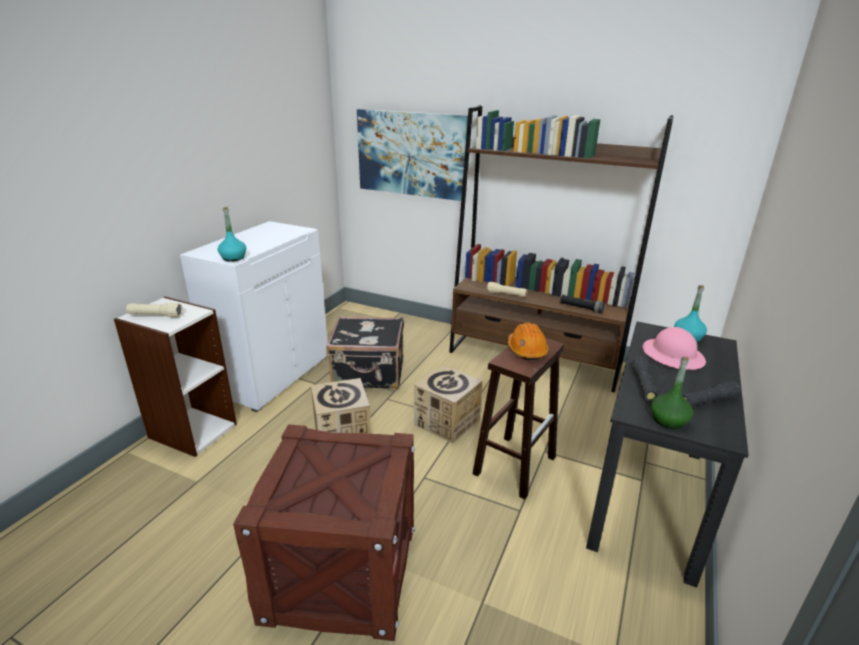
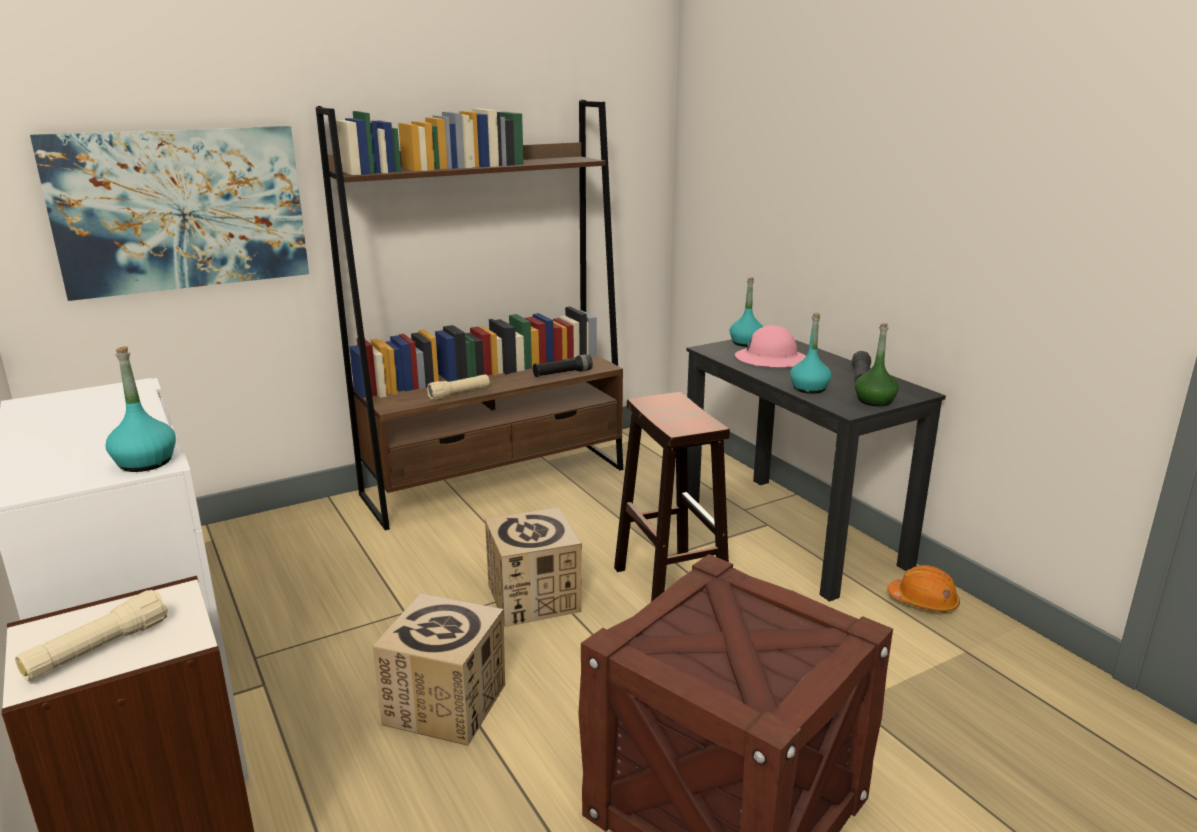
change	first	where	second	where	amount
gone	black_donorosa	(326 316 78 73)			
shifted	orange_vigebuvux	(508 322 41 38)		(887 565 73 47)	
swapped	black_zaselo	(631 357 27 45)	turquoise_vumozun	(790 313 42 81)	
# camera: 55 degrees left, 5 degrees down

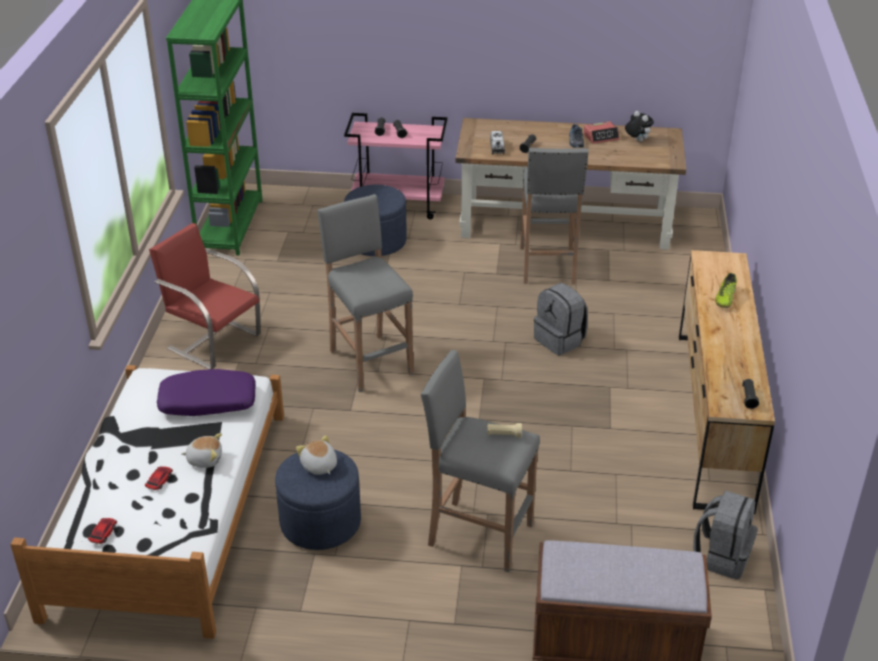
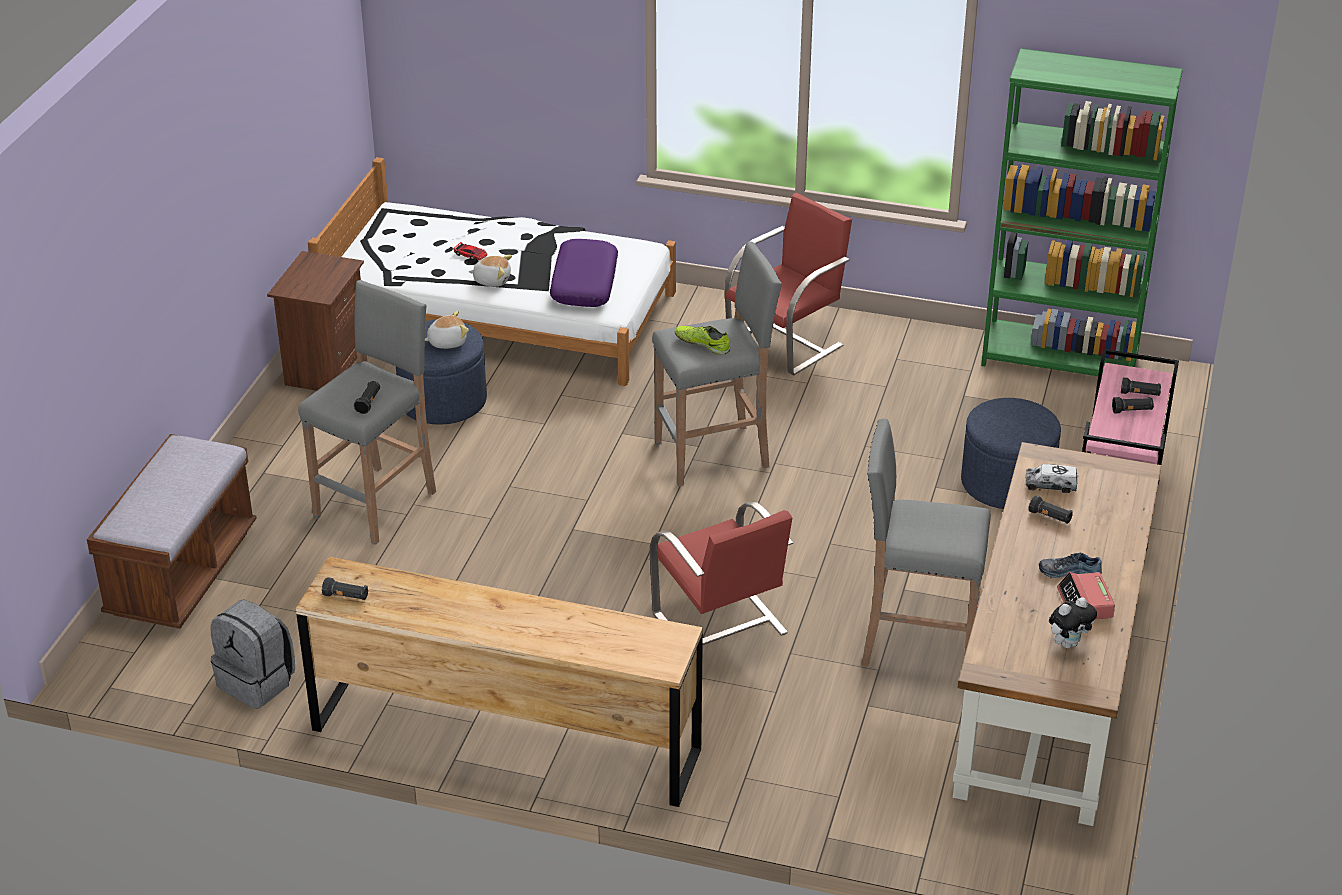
change	first	where	second	where	amount
gone	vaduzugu	(88 518 29 26)			
new			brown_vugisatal	(267 251 97 140)	
shifted	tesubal	(715 273 22 35)		(675 326 55 29)	
swapped	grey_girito	(534 283 54 72)	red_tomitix	(650 501 143 144)	
repainted	beige_zaselo	(487 423 35 15)	black_zaselo	(354 381 26 33)	
rotated	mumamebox	(181 433 41 35)		(469 255 43 32)	90 degrees counterclockwise
# camera: 100 degrees right, 0 degrees up

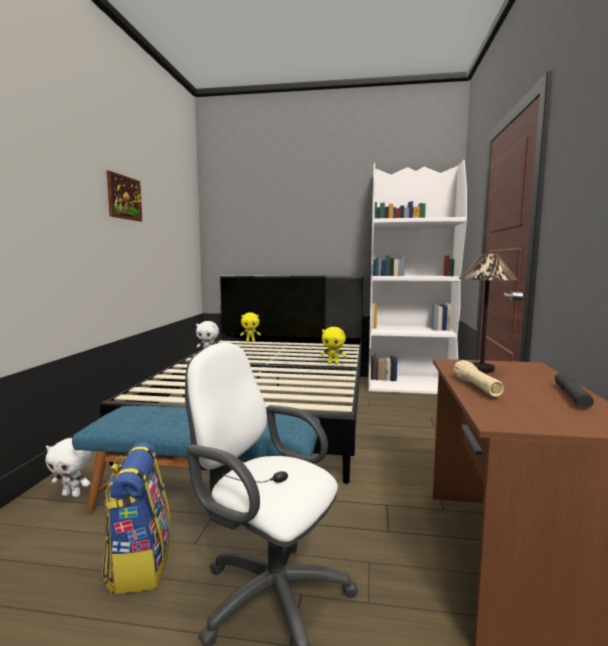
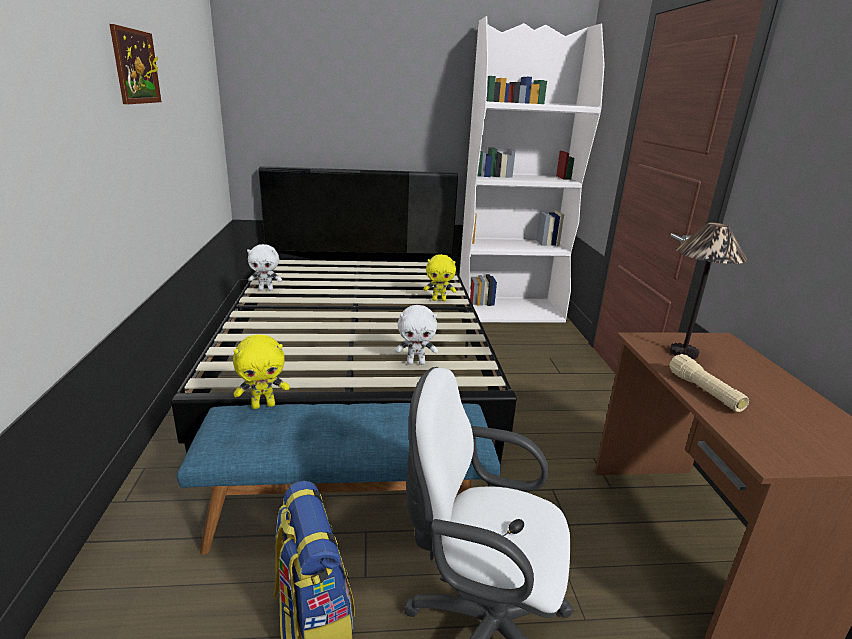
change	first	where	second	where	amount
gone	grey_zaselo	(555 371 39 38)			
shifted	white_mumamebox	(45 438 46 60)		(395 305 43 60)	
shifted	yellow_mumamebox	(240 312 21 30)		(233 334 57 75)	
# camera: 15 degrees left, 15 degrees up

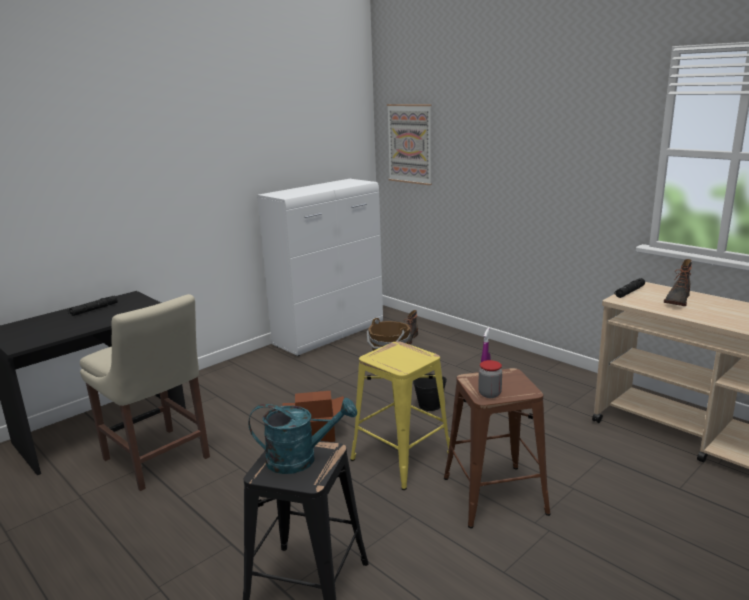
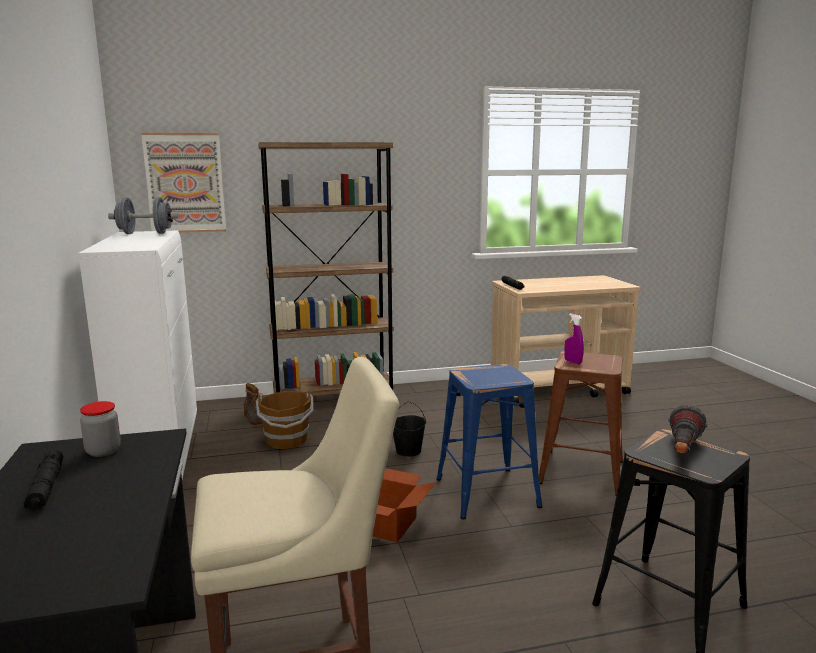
change	first	where	second	where	amount
gone	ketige	(664 259 28 47)			
new			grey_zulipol	(108 197 71 37)	
new			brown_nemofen	(258 142 136 254)	
shifted	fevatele	(478 360 24 38)		(80 401 41 56)	
swapped	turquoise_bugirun	(248 398 109 76)	zaselo	(668 405 39 48)	
repainted	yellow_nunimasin	(350 341 100 149)	blue_nunimasin	(437 364 105 156)	
# camera: 60 degrees left, 5 degrees down

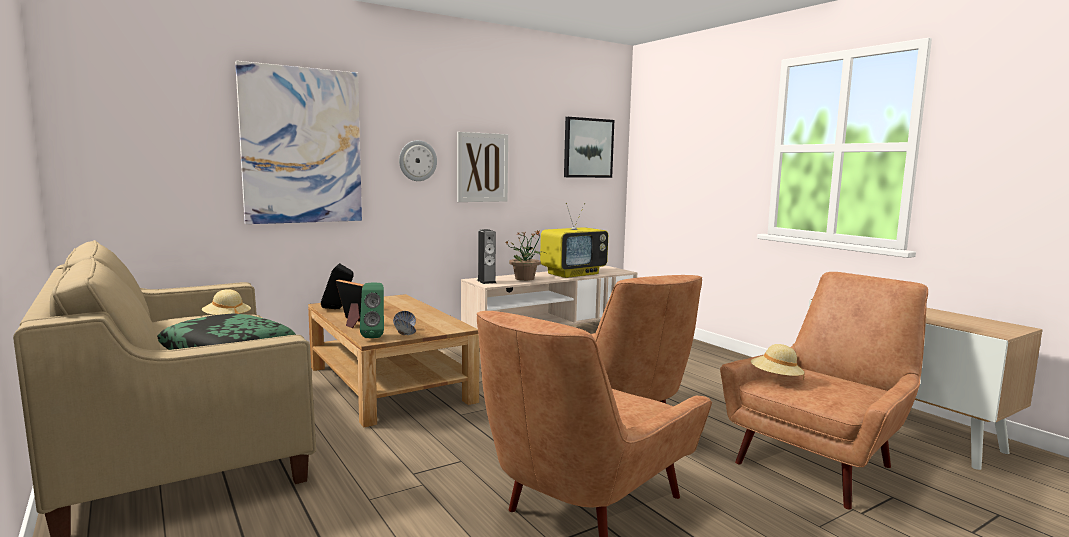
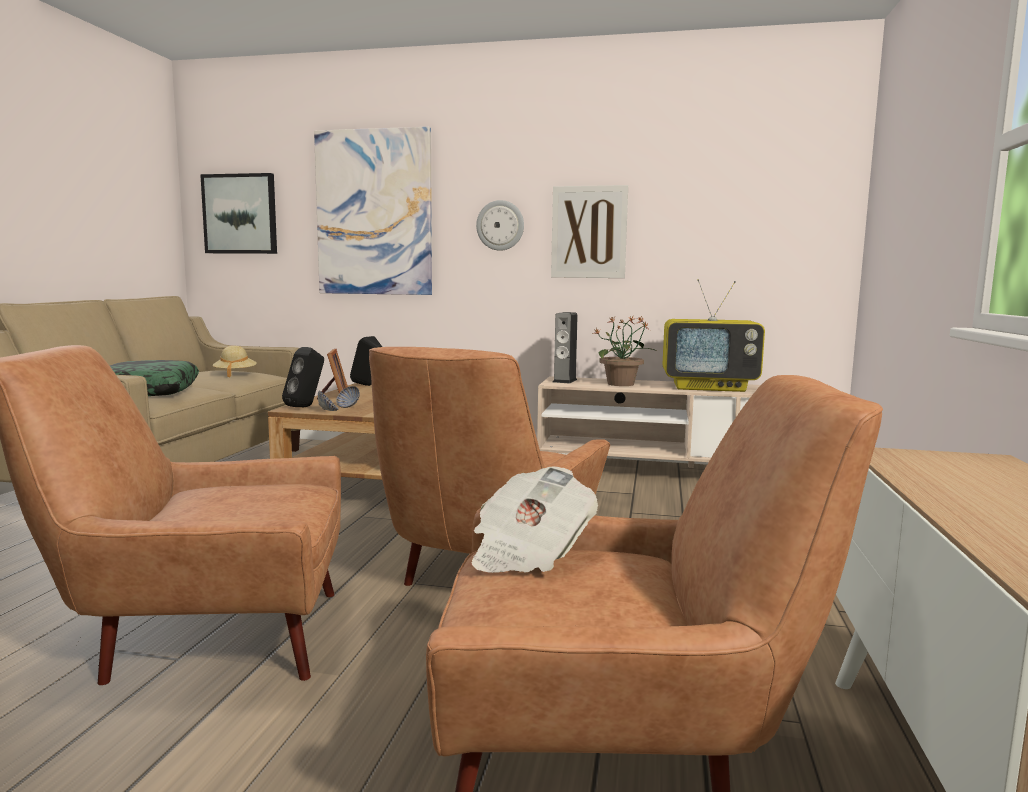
change	first	where	second	where	amount
shifted	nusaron	(564 117 50 61)		(200 173 77 81)	
swapped	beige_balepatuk	(751 344 54 38)	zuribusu	(471 466 127 107)	
repainted	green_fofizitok	(360 283 24 55)	black_fofizitok	(282 347 42 60)	
# camera: 45 degrees right, 0 degrees up

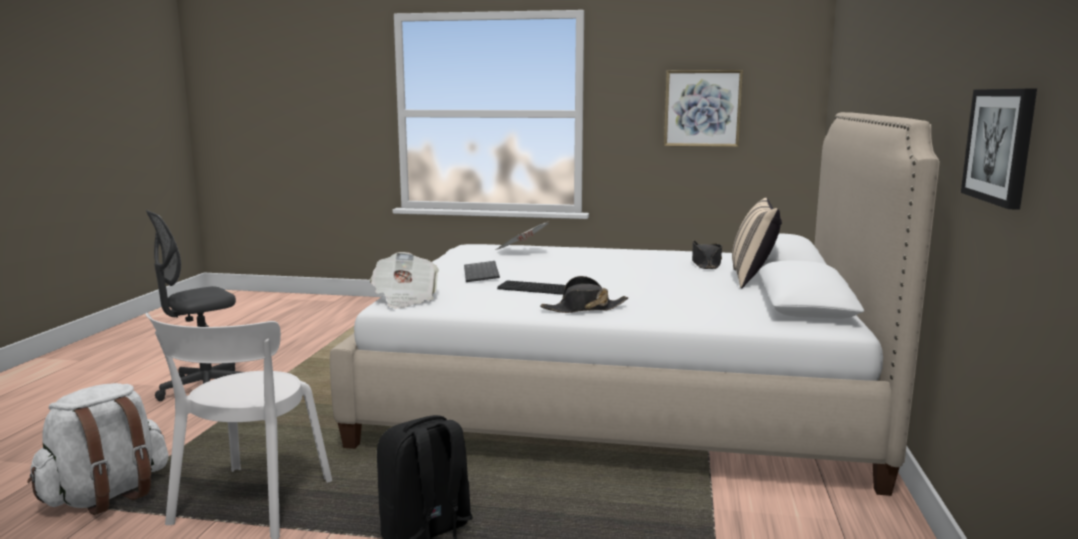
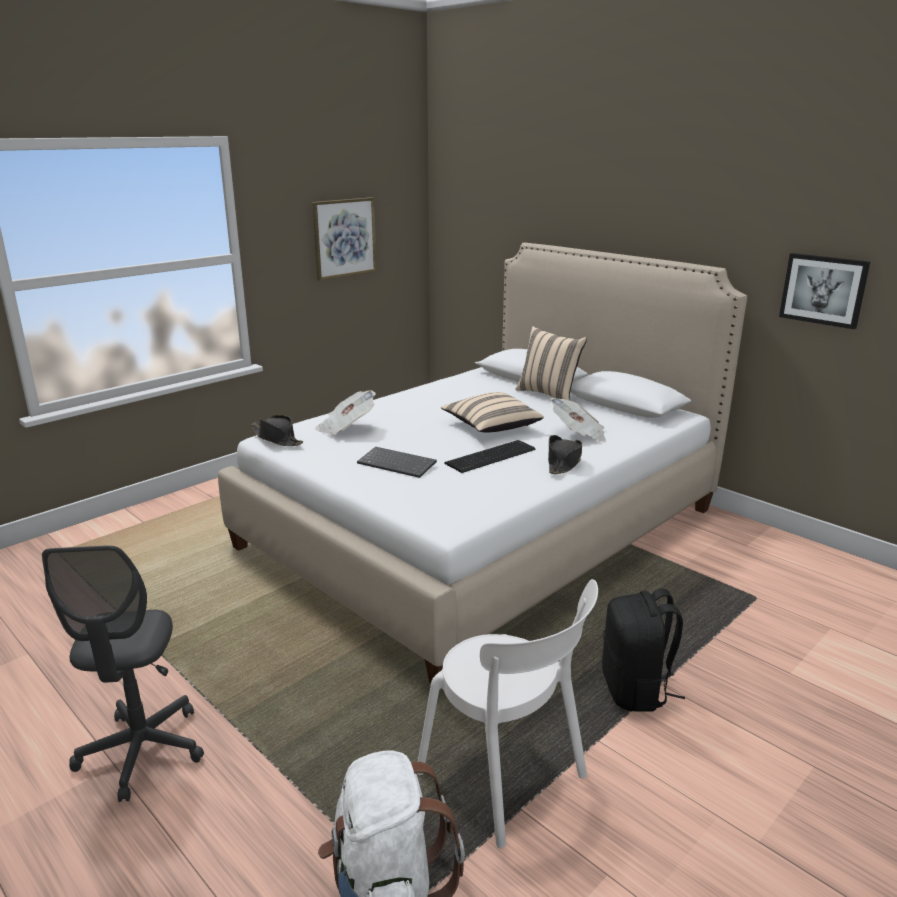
change	first	where	second	where	amount
new			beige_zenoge	(441 392 103 40)	
shifted	zuribusu	(370 252 69 57)		(550 398 56 44)	
shifted	black_balepatuk	(692 240 30 29)		(250 415 53 31)	
# camera: 55 degrees left, 10 degrees up

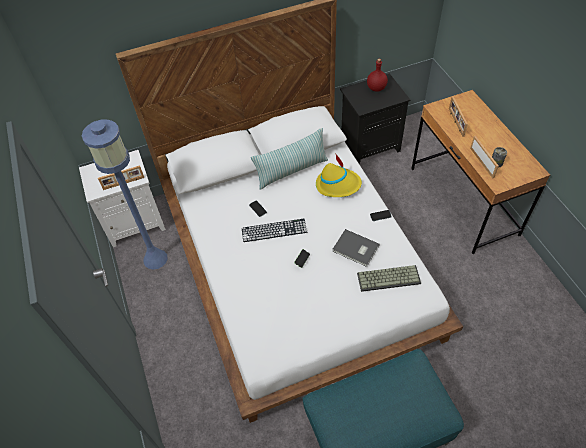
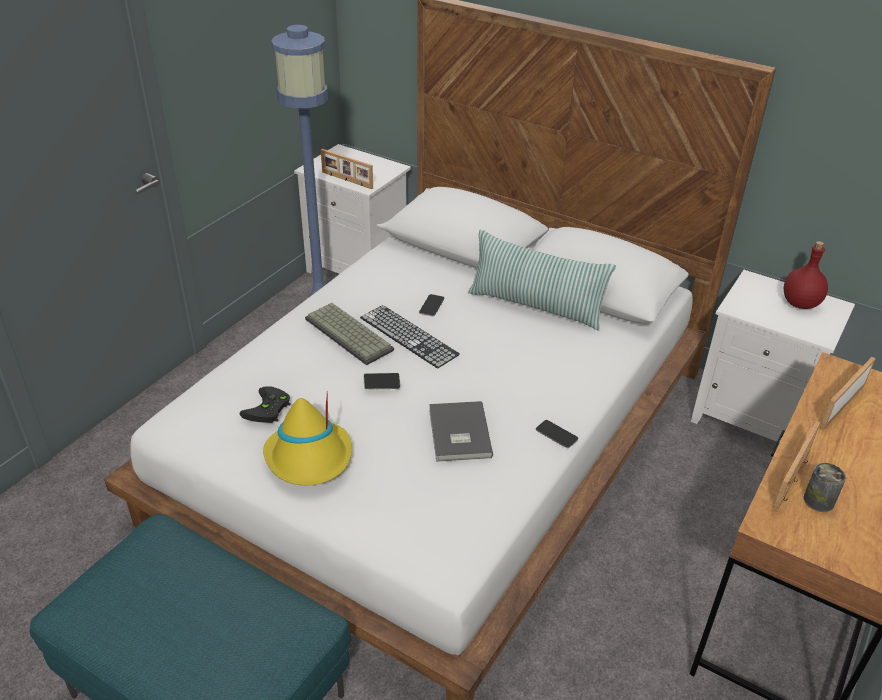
change	first	where	second	where	amount
new			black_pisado	(240 386 51 37)	
shifted	yellow_balepatuk	(316 153 46 44)		(263 391 89 95)	
shifted	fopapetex	(357 265 64 27)		(305 303 89 62)	
repainted	black_vugisatal	(340 74 70 90)	white_vugisatal	(691 270 164 173)	
# camera: 50 degrees right, 15 degrees down

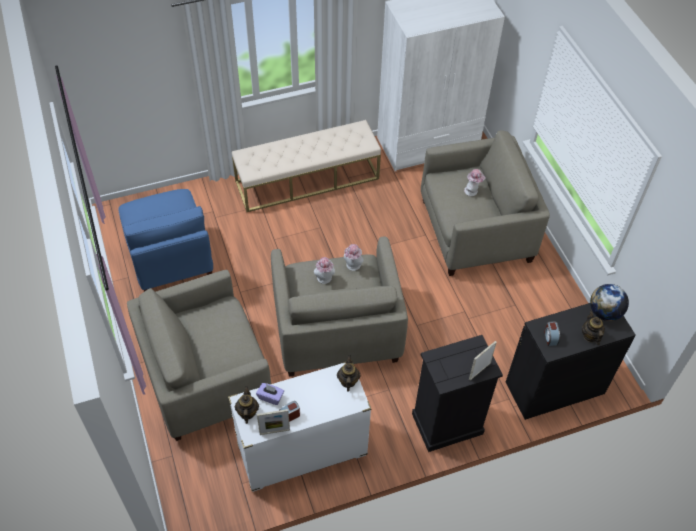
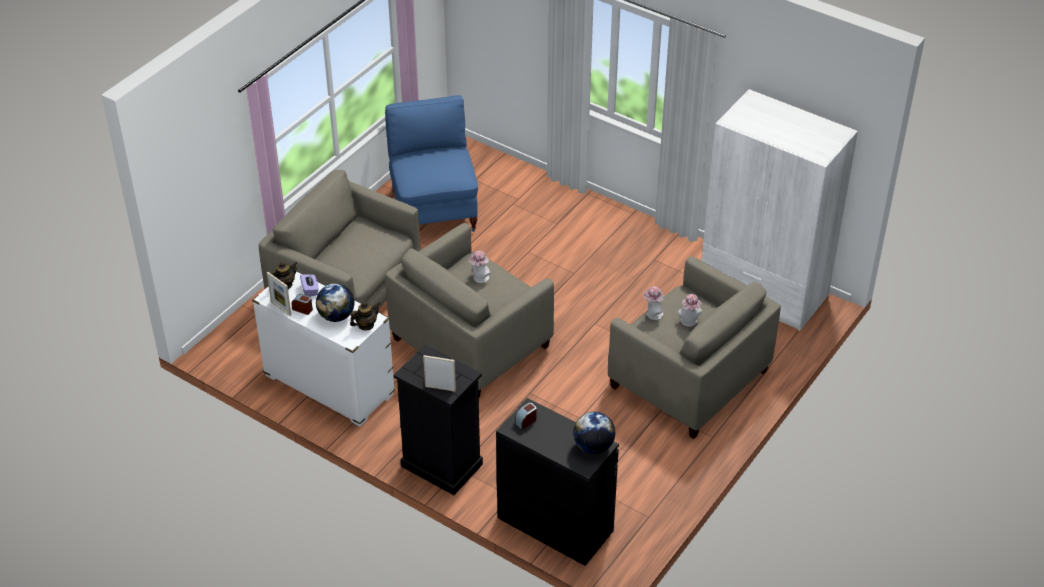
change	first	where	second	where	amount
gone	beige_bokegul	(232 120 149 92)			
gone	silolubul	(582 310 23 35)			
new			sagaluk	(316 283 39 39)	
shifted	balepatuk	(344 244 20 27)		(643 286 21 34)	
rotated	blue_tomitix	(118 189 95 103)		(385 95 93 137)	135 degrees clockwise
# camera: 55 degrees right, 10 degrees down

